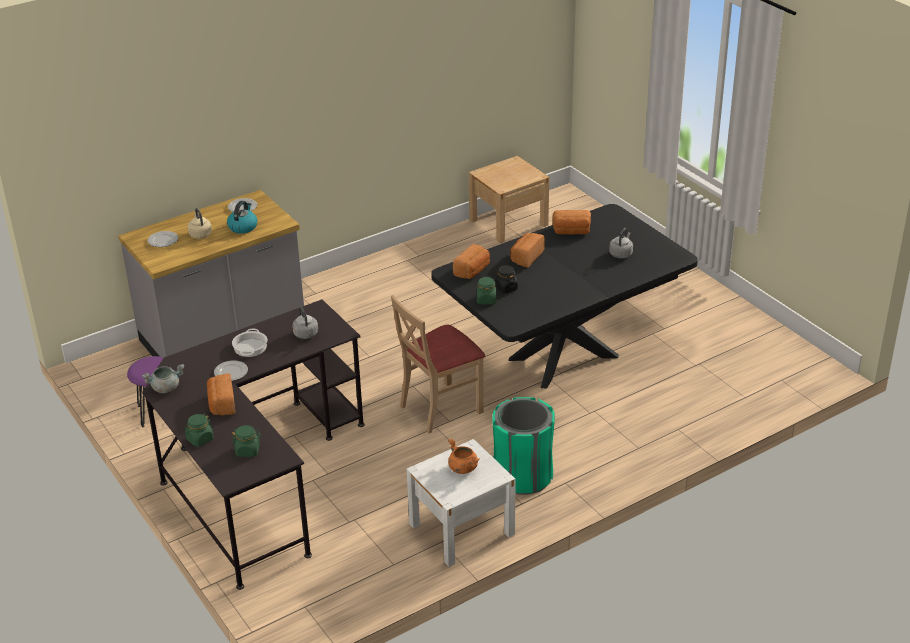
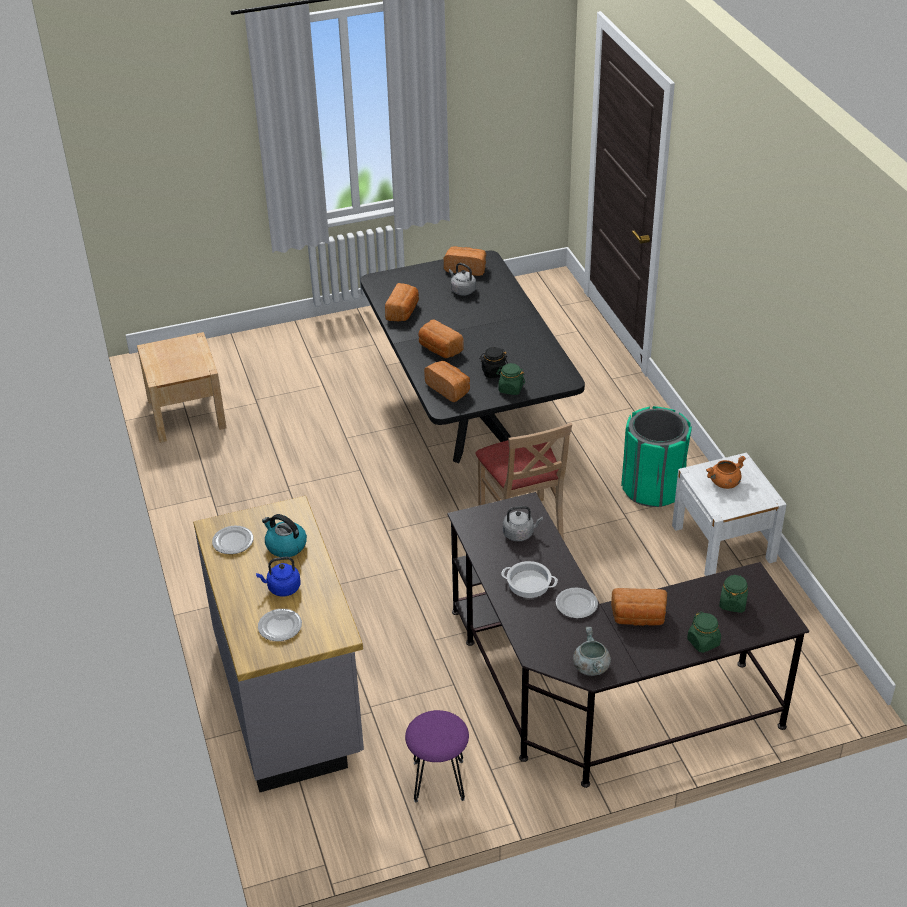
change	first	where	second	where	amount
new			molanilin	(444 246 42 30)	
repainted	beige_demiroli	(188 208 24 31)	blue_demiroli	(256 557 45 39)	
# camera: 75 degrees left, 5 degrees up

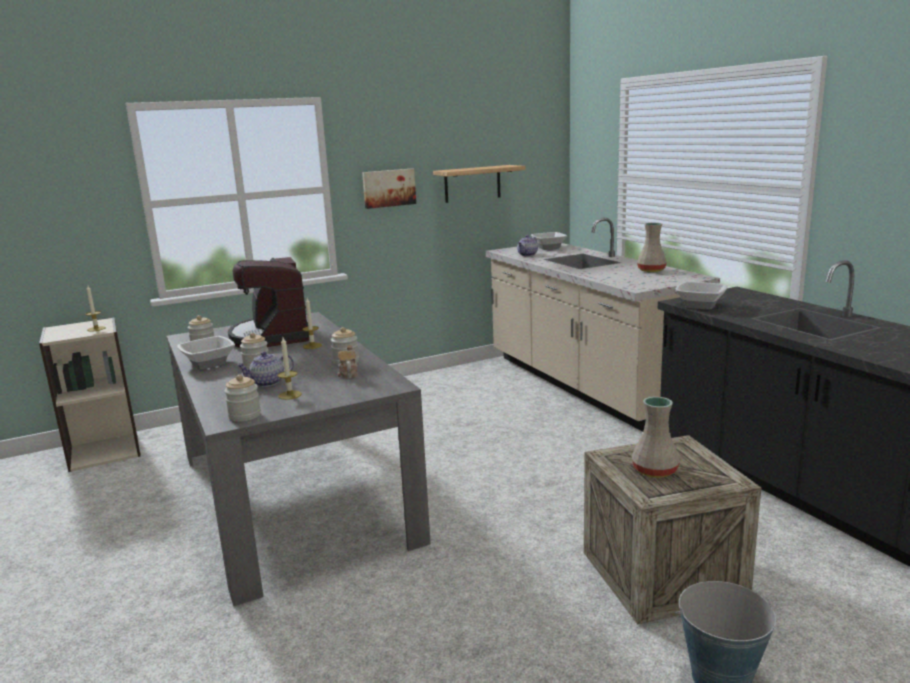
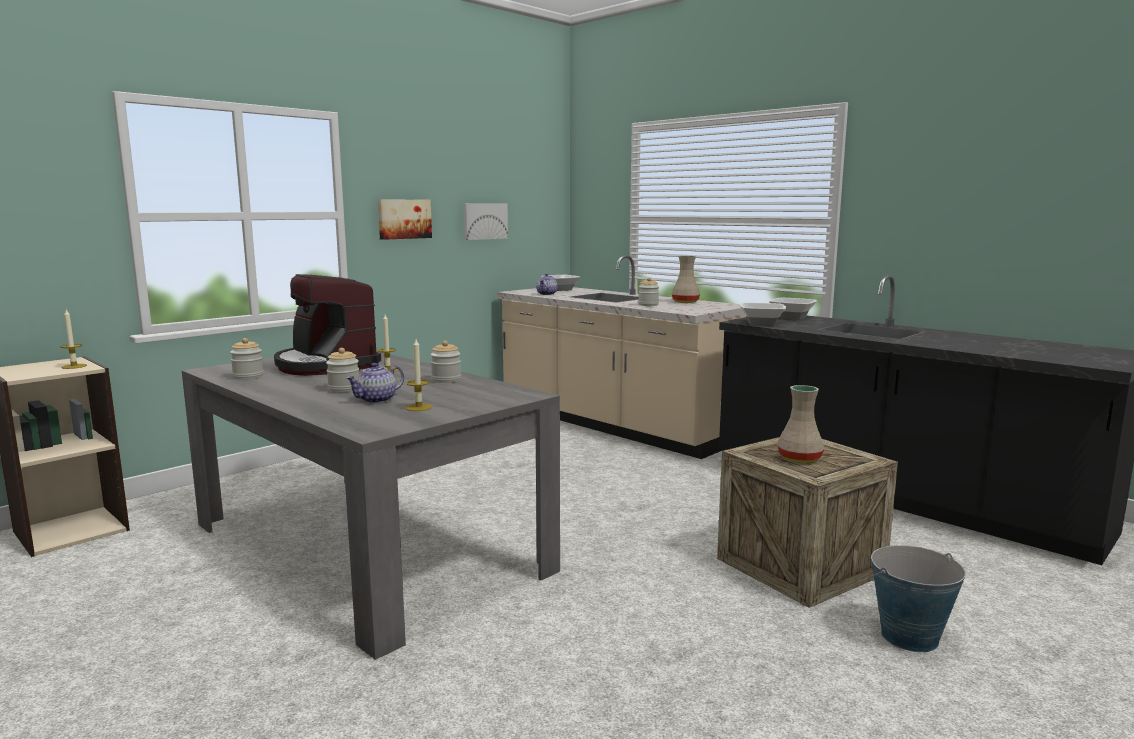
change	first	where	second	where	amount
gone	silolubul	(338 345 20 34)			
shifted	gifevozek	(177 336 58 33)		(769 297 48 23)	
shifted	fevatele	(224 375 37 46)		(638 277 21 29)	
swapped	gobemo	(433 165 93 38)	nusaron	(463 203 45 37)	
# camera: 20 degrees left, 5 degrees down

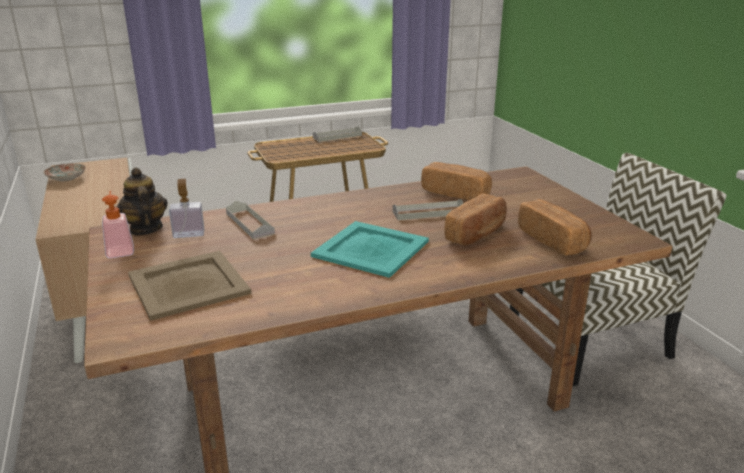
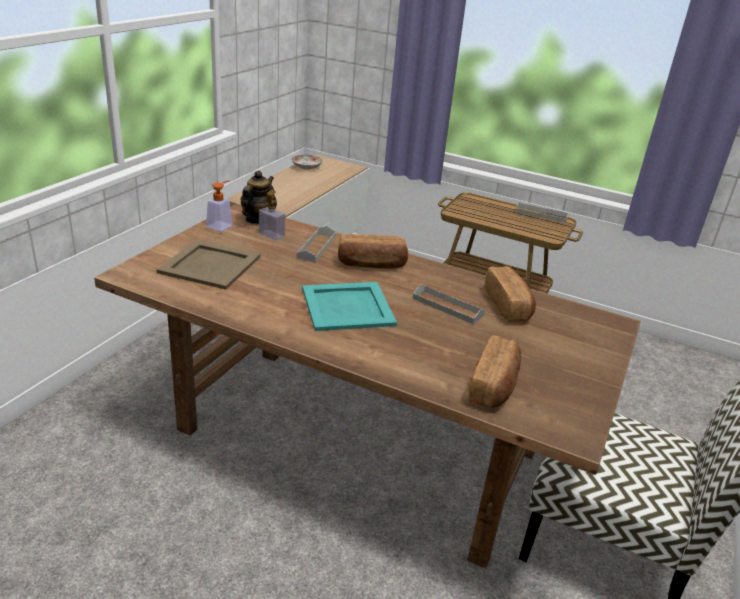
change	first	where	second	where	amount
shifted	molanilin	(444 194 63 52)		(338 234 70 34)	
# camera: 45 degrees right, 5 degrees up

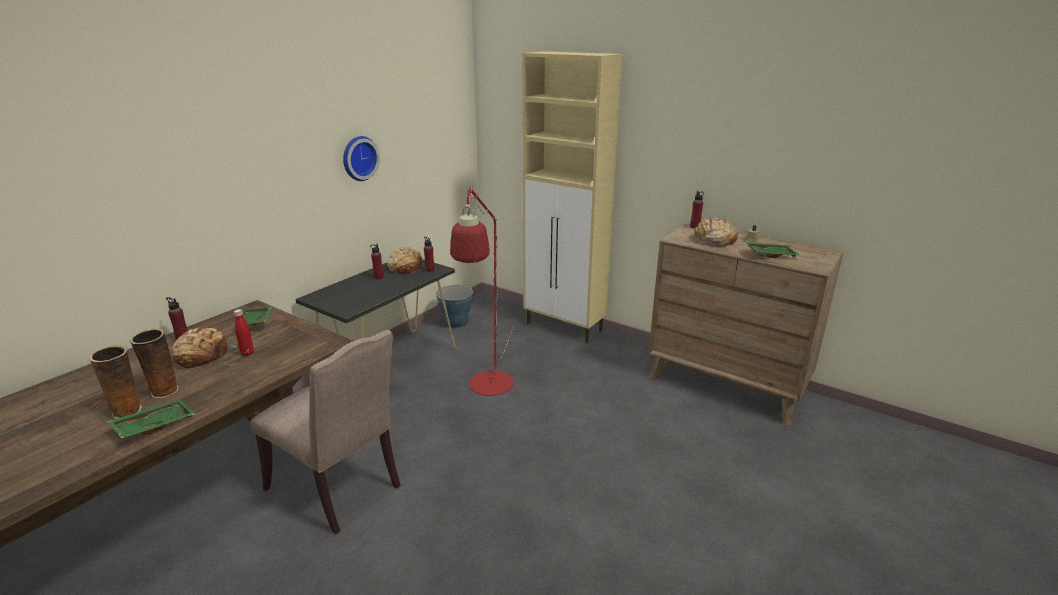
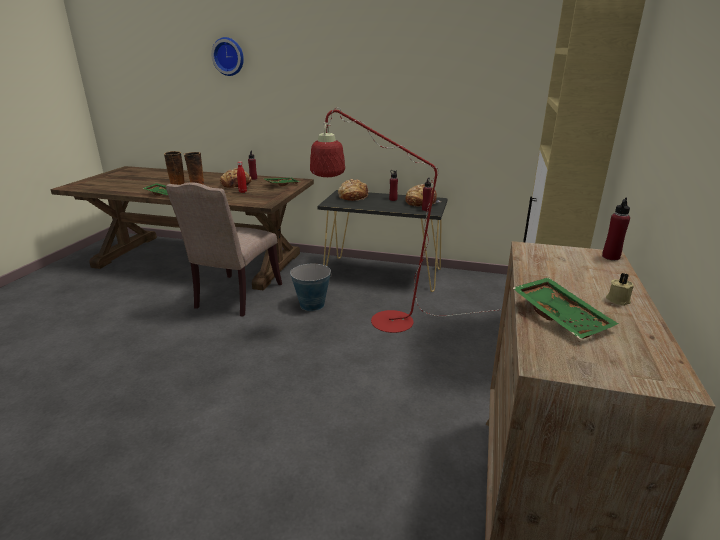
change	first	where	second	where	amount
shifted	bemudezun	(343 136 37 45)		(211 37 33 39)	
shifted	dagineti	(436 284 37 45)		(290 264 42 47)	
shifted	molanilin	(694 217 44 29)		(338 179 31 22)	
# camera: 70 degrees right, 0 degrees up

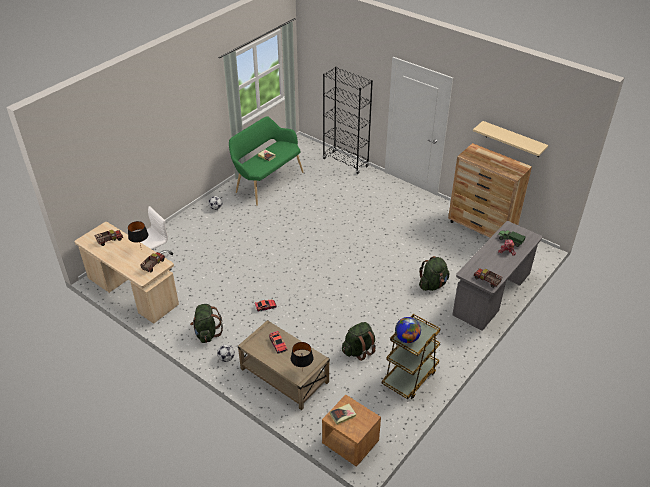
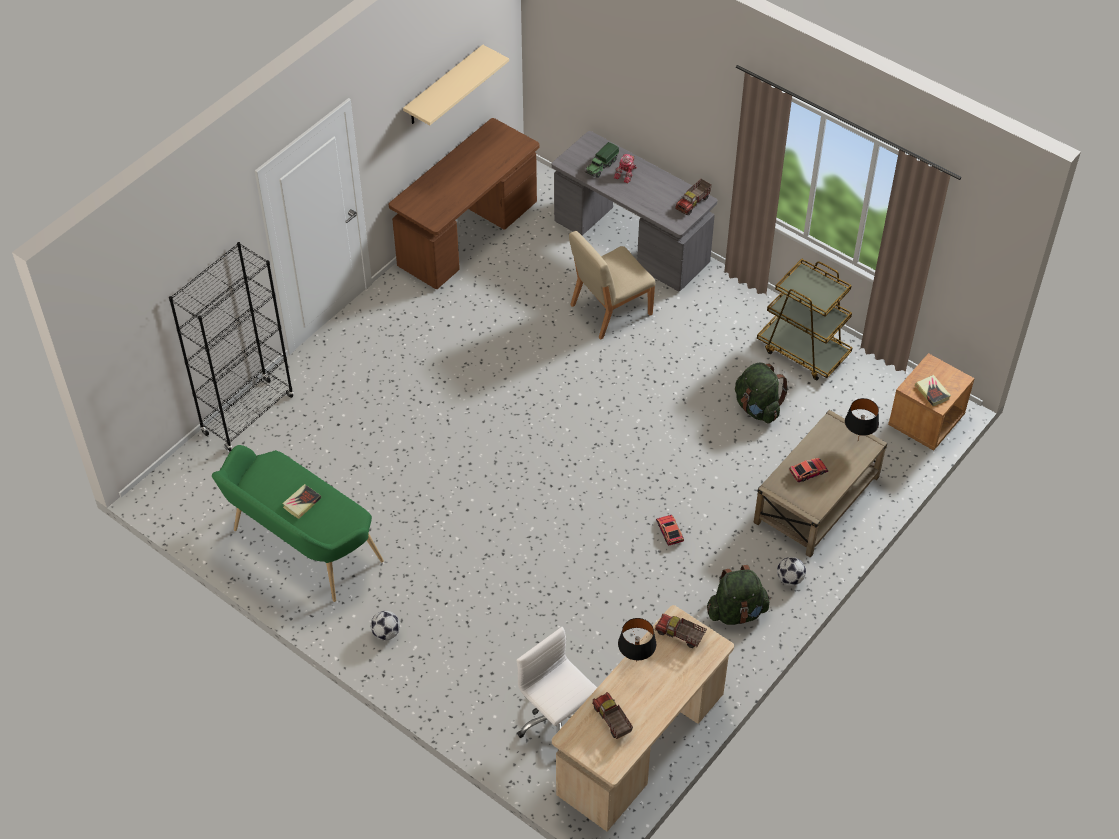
change	first	where	second	where	amount
gone	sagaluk	(395 317 26 26)			
swapped	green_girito	(419 256 31 35)	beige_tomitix	(569 231 87 109)	
swapped	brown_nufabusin	(448 143 84 95)	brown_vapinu	(389 118 151 171)	
# camera: 90 degrees left, 10 degrees up

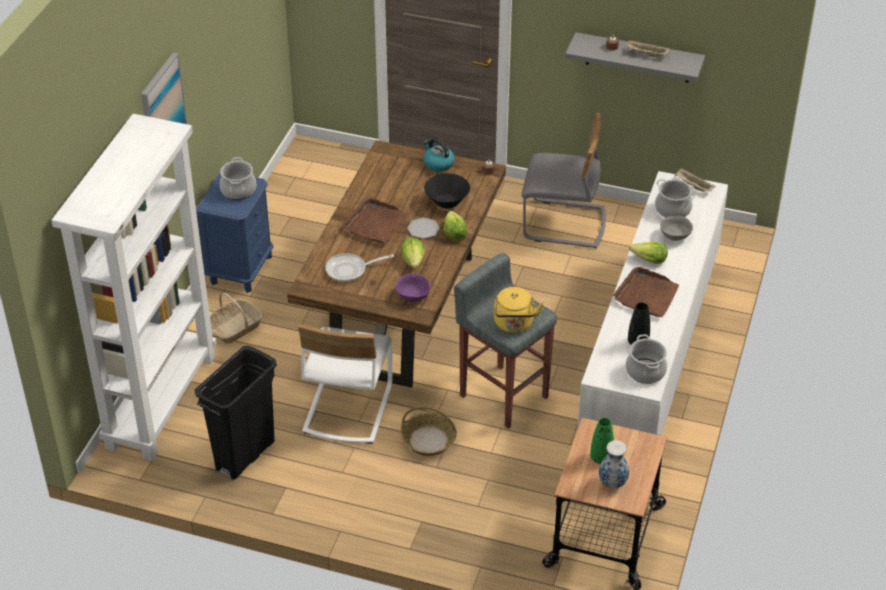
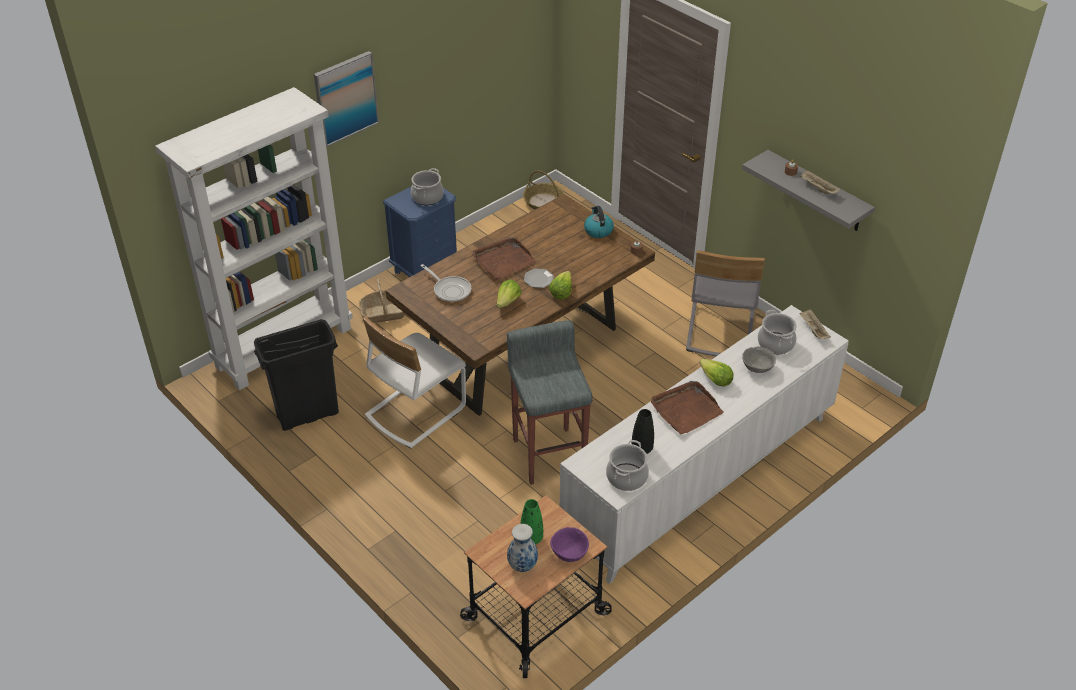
change	first	where	second	where	amount
gone	black_gifevozek	(424 173 46 36)			
gone	yellow_demiroli	(494 287 50 46)			
shifted	purple_gifevozek	(396 274 34 28)		(550 527 39 35)	
shifted	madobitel	(401 407 56 49)		(523 170 42 39)	
rotated	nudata	(325 253 69 29)		(421 264 50 38)	150 degrees counterclockwise
rotated	grey_tomitix	(521 113 85 136)		(686 250 79 106)	60 degrees clockwise
# camera: 30 degrees right, 0 degrees up

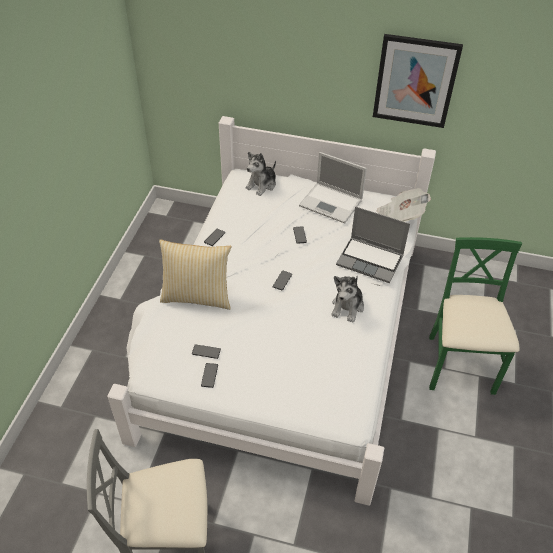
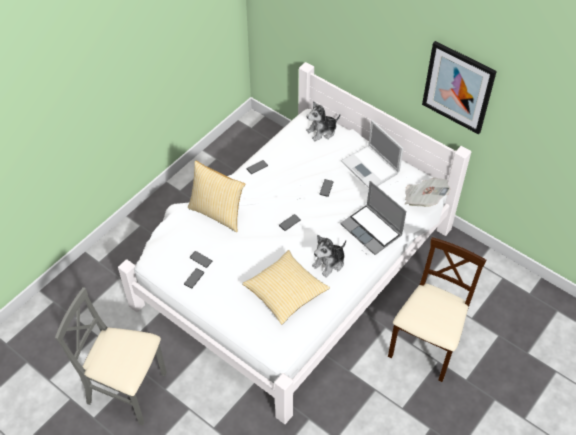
change	first	where	second	where	amount
new			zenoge	(242 250 88 74)	
repainted	green_tomitix	(429 237 93 158)	beige_tomitix	(388 237 98 145)	
# camera: 25 degrees right, 5 degrees up

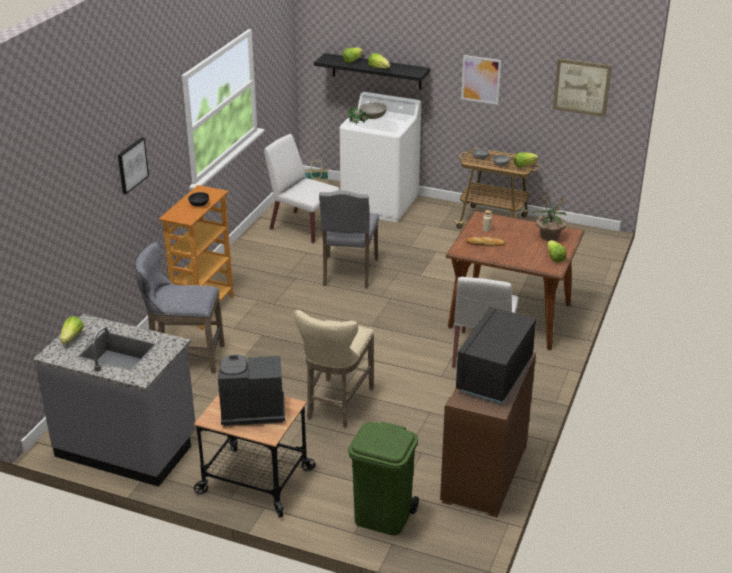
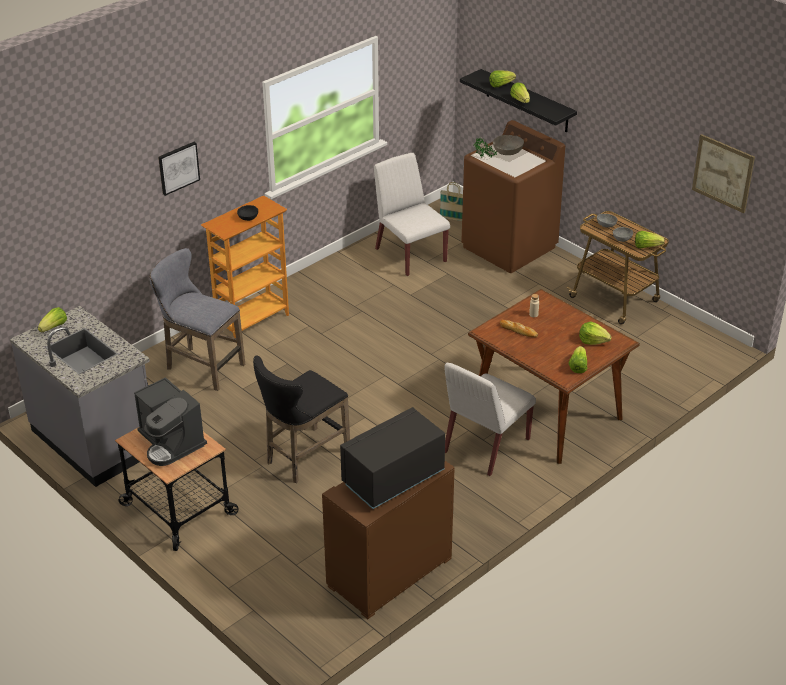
change	first	where	second	where	amount
gone	grey_tomitix	(319 190 60 99)			
gone	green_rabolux	(348 421 71 115)			
gone	nusaron	(461 55 40 50)			
swapped	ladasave	(533 192 33 49)	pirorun	(579 321 33 24)	
repainted	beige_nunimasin	(294 310 80 118)	black_nunimasin	(253 356 97 127)	
repainted	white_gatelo	(340 92 81 130)	brown_gatelo	(462 120 103 153)	
rotated	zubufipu	(218 355 67 71)		(134 377 73 89)	150 degrees counterclockwise
# camera: 25 degrees right, 5 degrees up

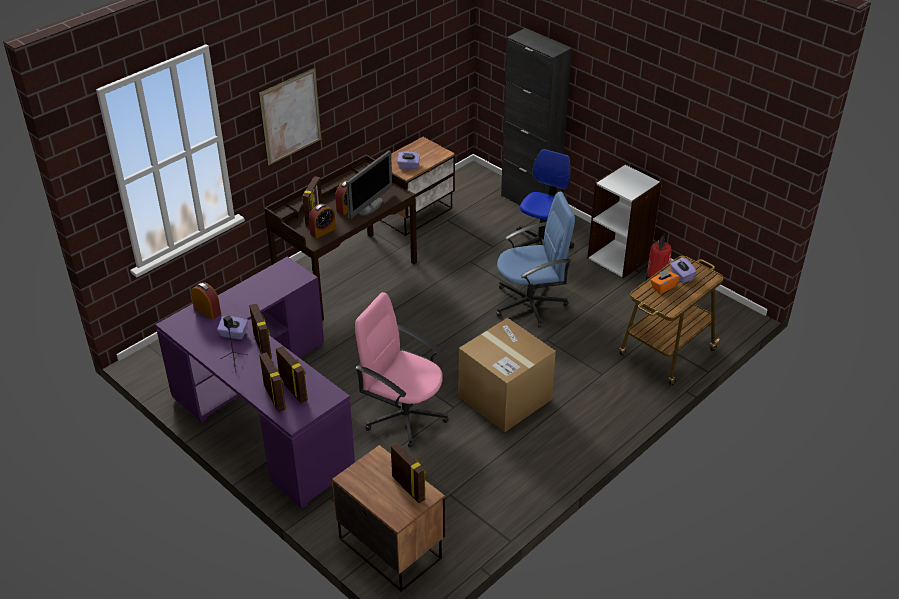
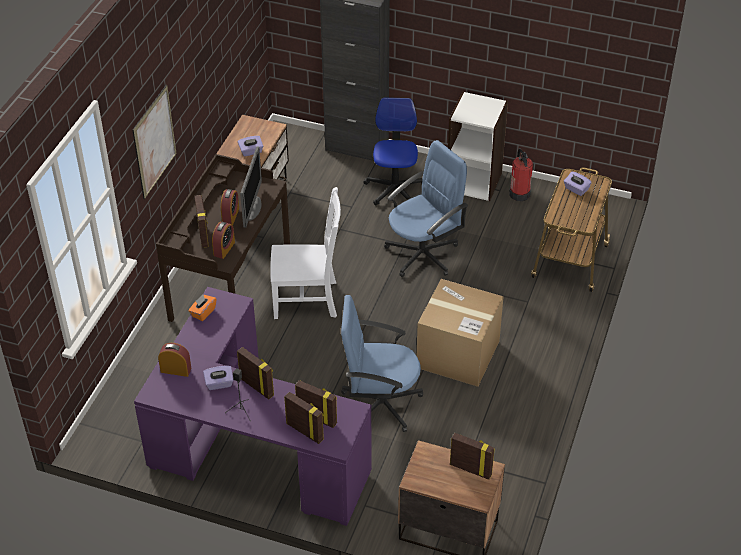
change	first	where	second	where	amount
new			white_tomitix	(270 187 71 132)	
shifted	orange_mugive	(650 269 30 25)		(189 295 28 26)	
repainted	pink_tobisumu	(355 292 93 156)	blue_tobisumu	(341 295 82 137)	
# camera: 25 degrees left, 5 degrees up

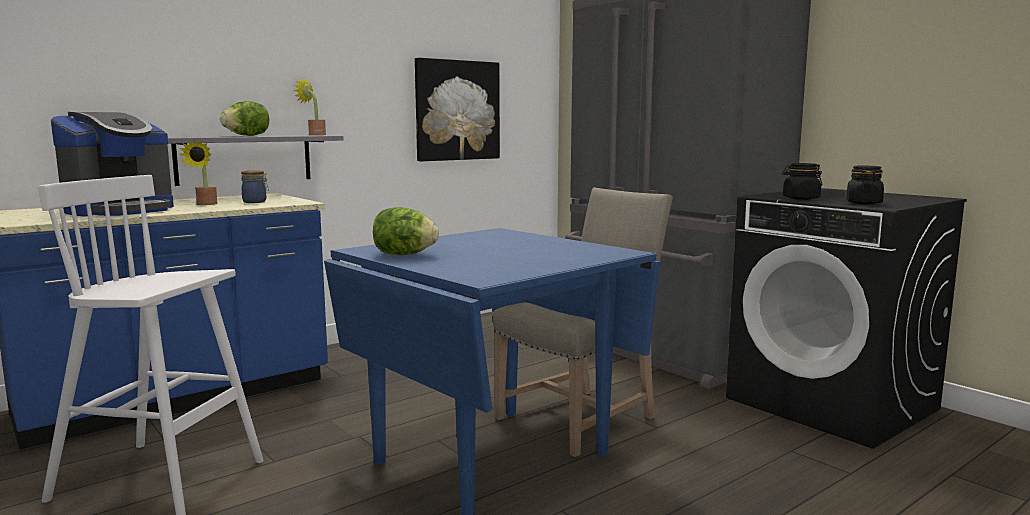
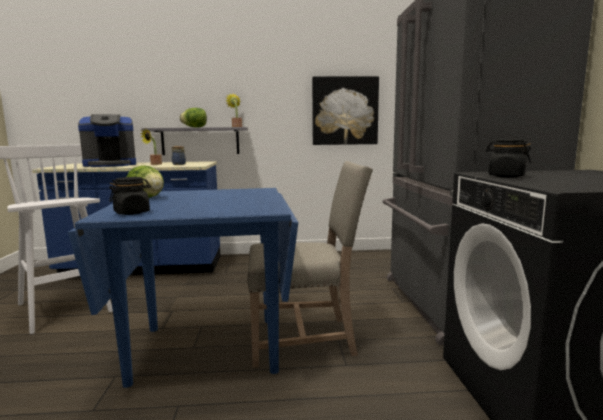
change	first	where	second	where	amount
shifted	black_fevatele	(846 165 38 39)		(109 177 42 38)	
# camera: 35 degrees right, 0 degrees up

